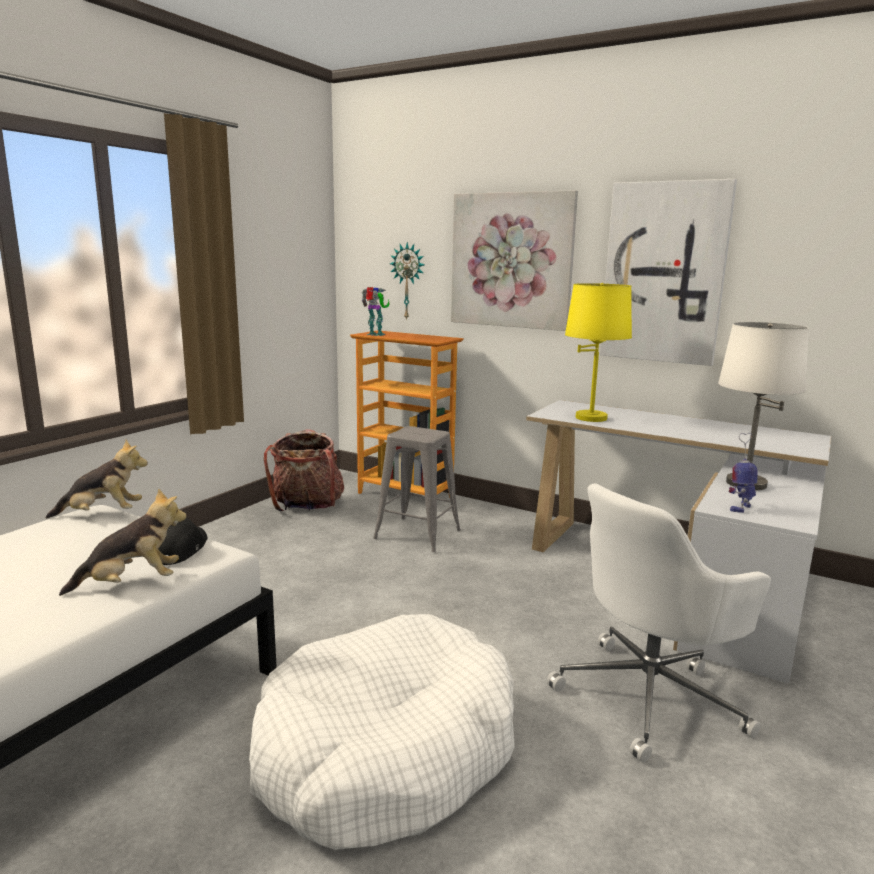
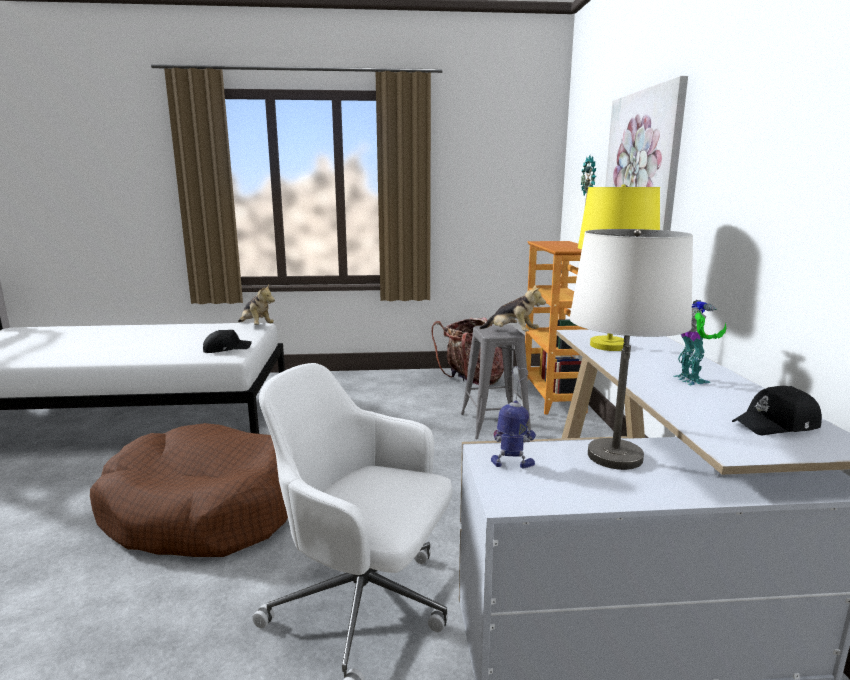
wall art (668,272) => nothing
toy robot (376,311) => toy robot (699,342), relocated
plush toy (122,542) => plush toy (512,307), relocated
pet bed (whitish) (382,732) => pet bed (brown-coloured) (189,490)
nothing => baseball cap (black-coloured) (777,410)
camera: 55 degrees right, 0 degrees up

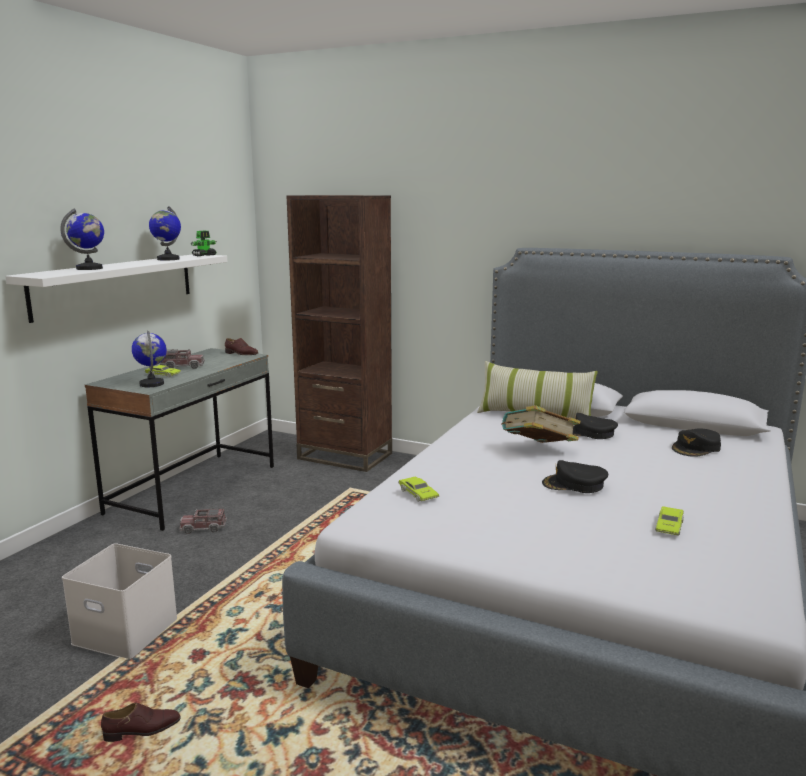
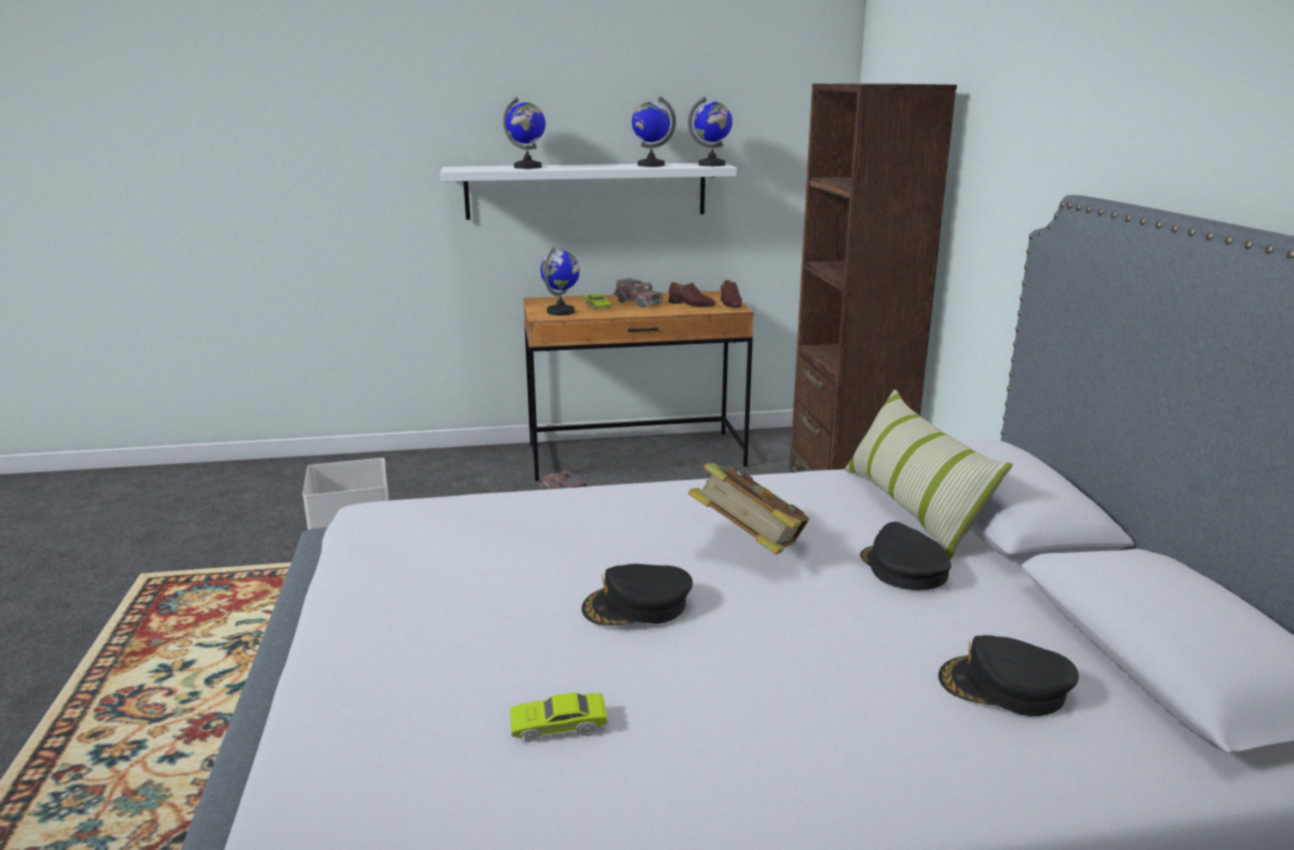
toy robot (203,243) => desk globe (710,131)
desk table (greyish) (179,439) => desk table (brown-coloured) (638,386)
baseball cap (black-coloured) (575,476) => baseball cap (black-coloured) (637,595), 75 degrees counterclockwise
model car (green) (418,489) => nothing
shoe (brown-coloured) (141,722) => shoe (brown-coloured) (692,294), relocated
camera: 55 degrees right, 5 degrees up

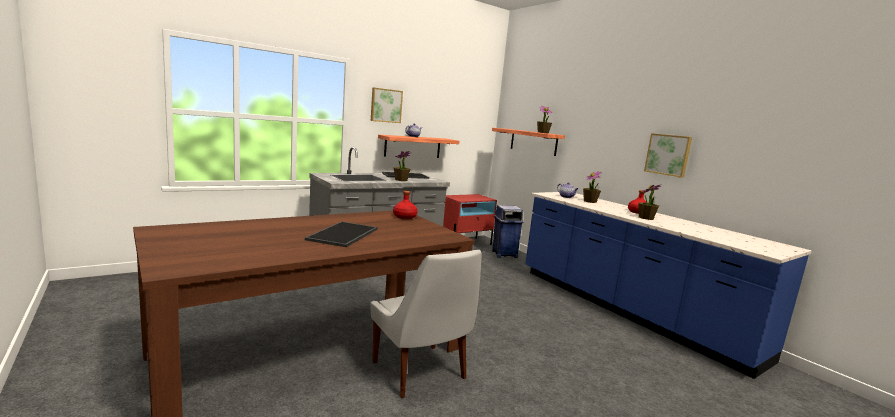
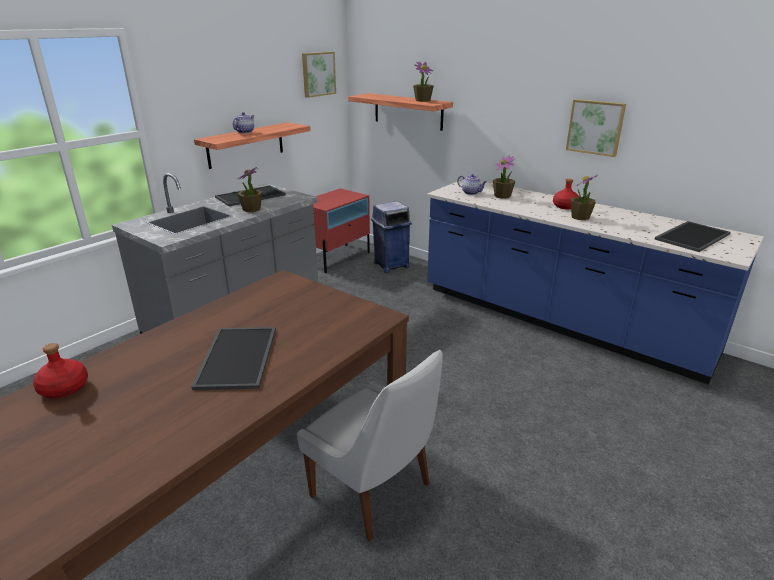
wall art (387,105) => wall art (319,75), relocated
beverage bottle (red) (405,205) => beverage bottle (red) (60,371), relocated
nothing => serving tray (693,236)
camera: 15 degrees left, 15 degrees up

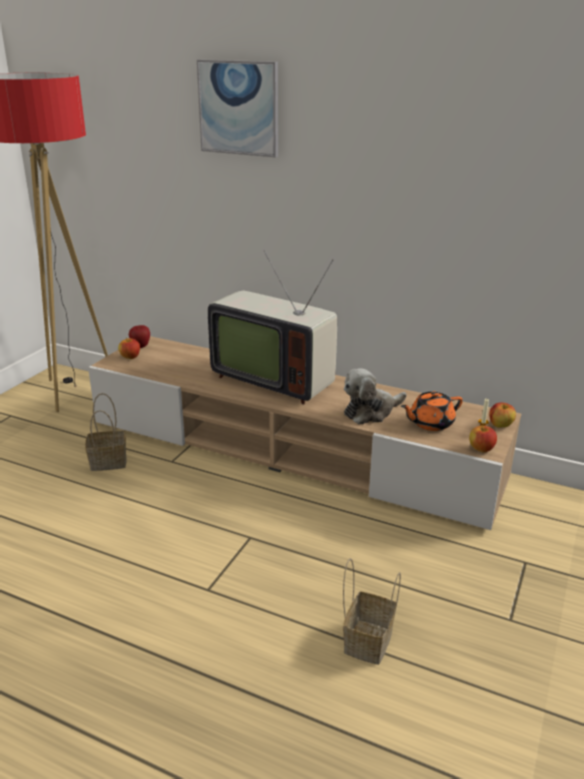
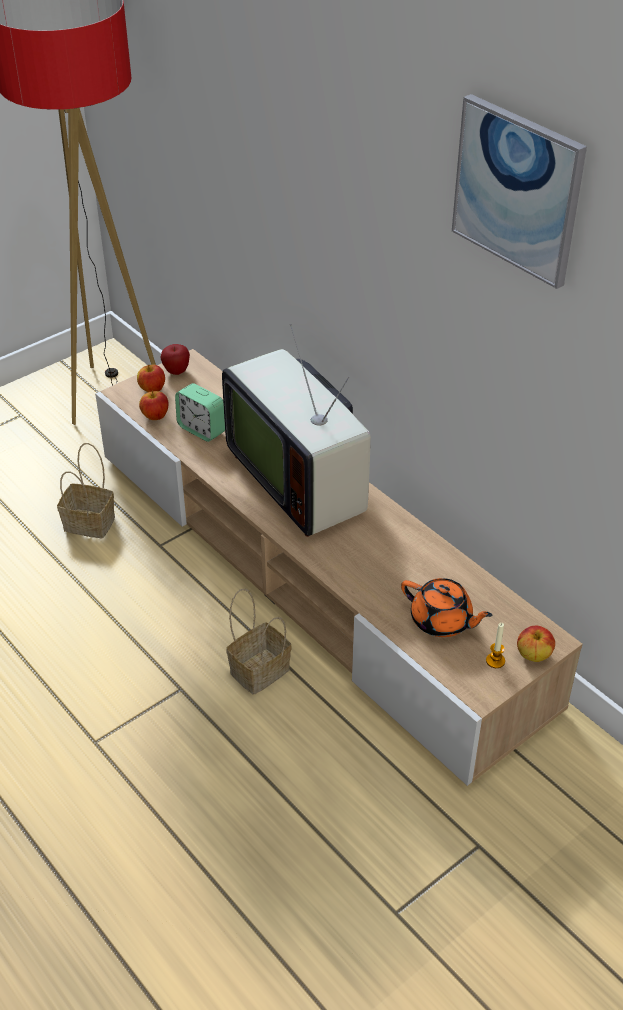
wall art (237,108) => wall art (519,191), relocated
plush toy (375,396) => nothing
pot for tea (orange-coloured) (432,411) => pot for tea (orange-coloured) (447,607), 150 degrees counterclockwise
apple fruit (483,439) => apple fruit (153,405), relocated
storage basket (372,611) => storage basket (258,641), relocated
nothing => alarm clock (200,412)
camera: 25 degrees right, 15 degrees up

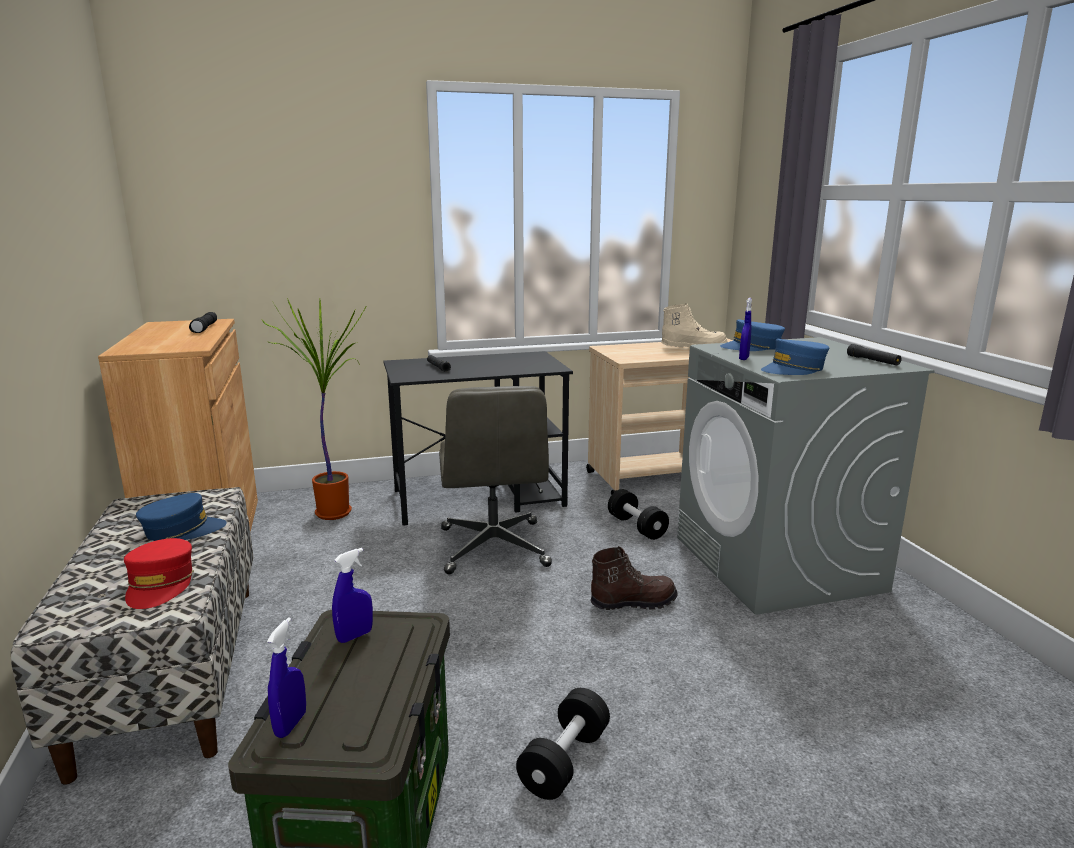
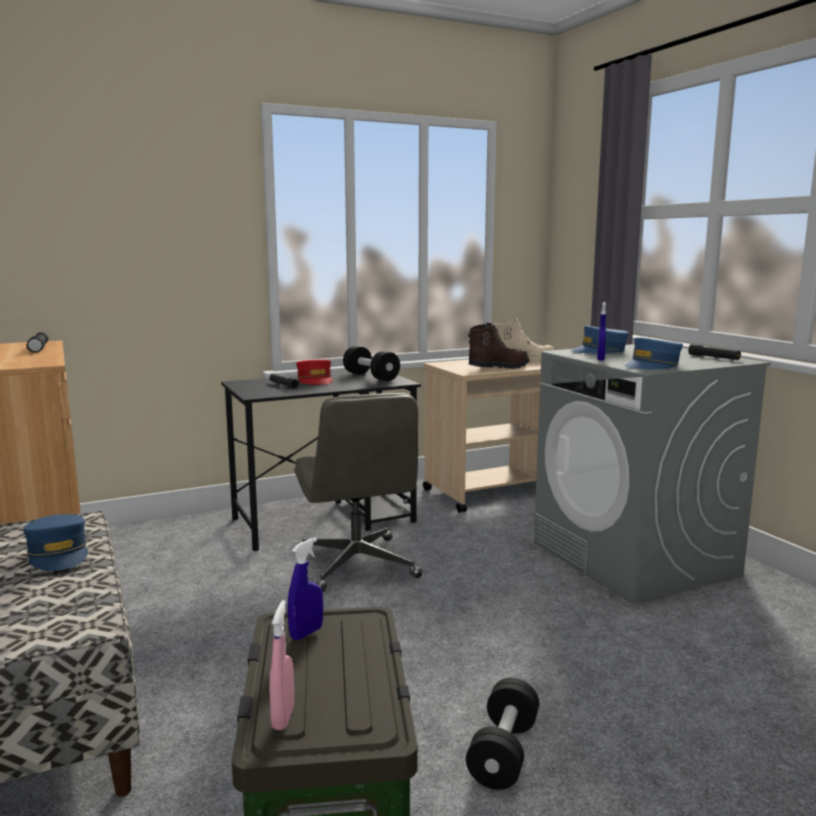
plant in a pot (314,409) => nothing
dumbbell (black-coloured) (638,514) => dumbbell (black-coloured) (371,363), relocated
baseball cap (blue) (181,517) => baseball cap (blue) (55,542), 90 degrees clockwise
baseball cap (red) (159,573) => baseball cap (red) (314,372), relocated
boot (brown-coloured) (634,578) => boot (brown-coloured) (499,346), relocated
spray bottle (blue) (286,677) => spray bottle (pink-coloured) (281,665)
camera: 10 degrees left, 5 degrees down

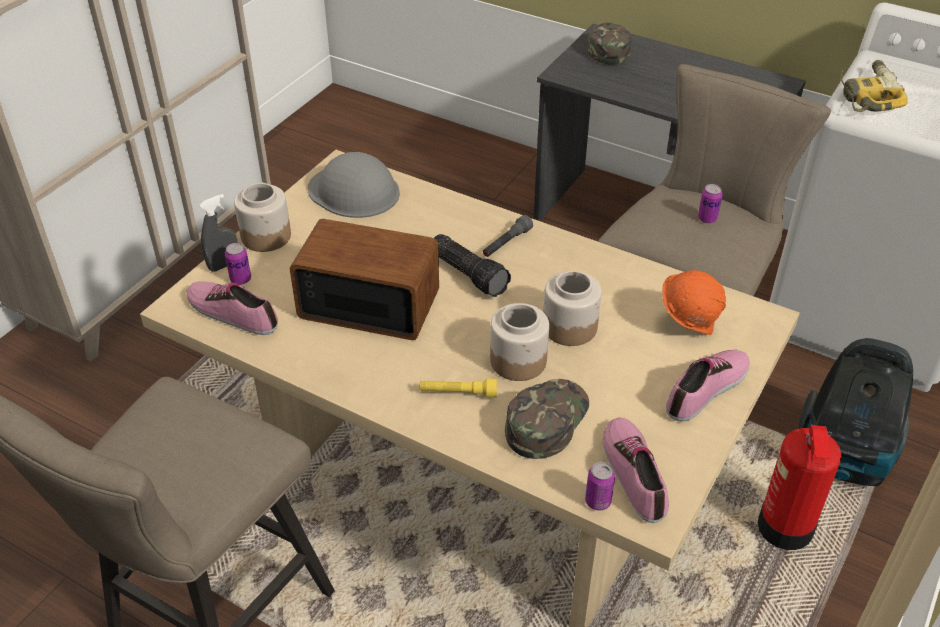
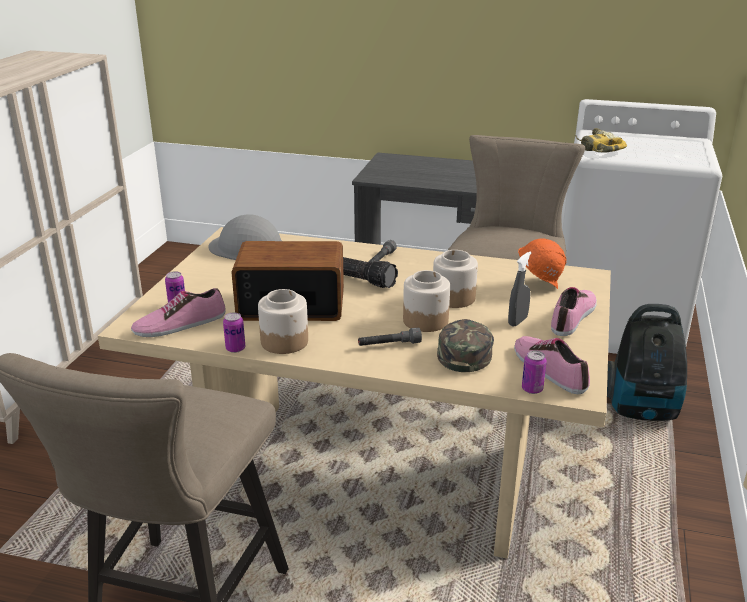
baseball cap (green) (610,43) => nothing
preserve jar (262,217) => preserve jar (283,321), relocated
can (710,203) => can (234,332), relocated
spray bottle (greyish) (218,233) => spray bottle (greyish) (519,289), relocated
shoe (232,308) => shoe (178,312), 45 degrees counterclockwise
hand torch (yellowish) (458,388) => hand torch (greyish) (390,337)
extinguisher (799,481) => nothing
camera: 15 degrees left, 15 degrees down

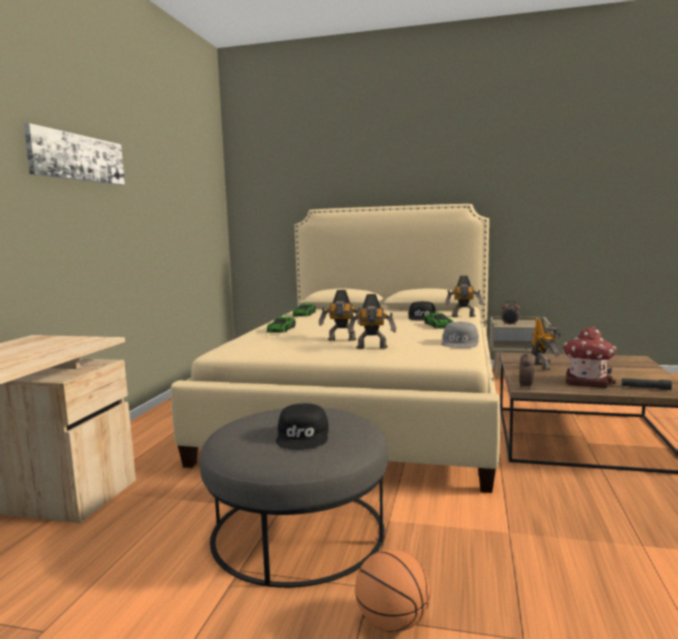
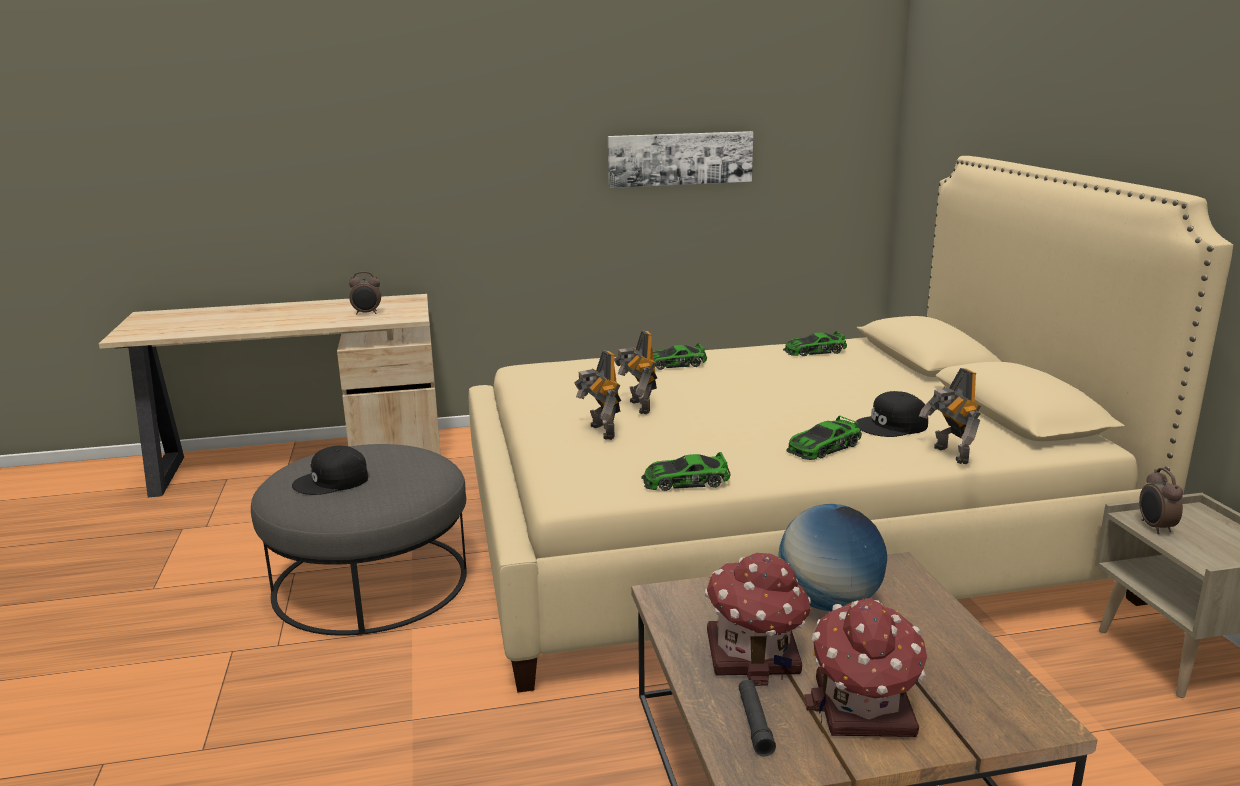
wall art (74,154) => wall art (680,159), relocated
toy robot (546,344) => desk globe (833,557)
baseball cap (greyish) (460,335) => model car (685,471)
alarm clock (526,370) => alarm clock (365,293), relocated
ball for basketball (392,590) => nothing
nothing => toy house (865,667)
camera: 65 degrees right, 10 degrees up

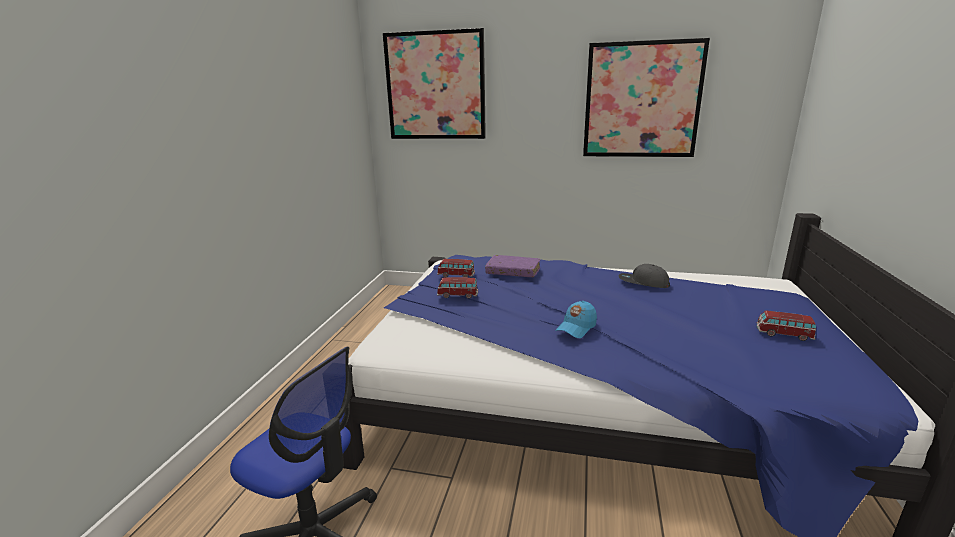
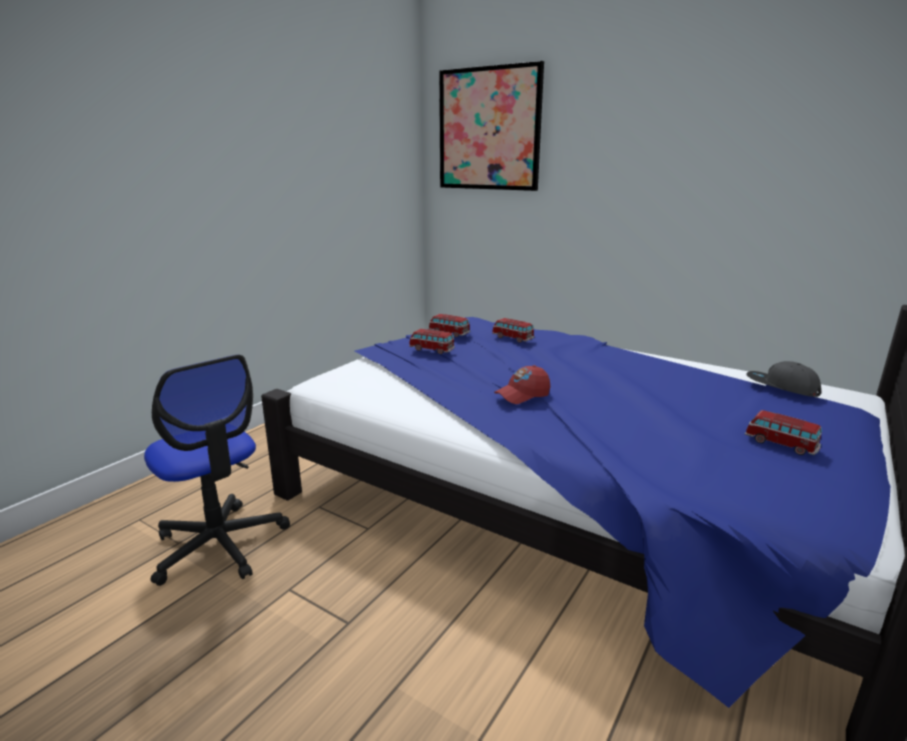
wall art (646,97) => nothing
bound book (purple-coloured) (512,266) => model car (513,330)
baseball cap (greyish) (644,276) => baseball cap (greyish) (783,379), relocated
baseball cap (blue) (576,319) => baseball cap (red) (522,384)
camera: 20 degrees right, 0 degrees up

